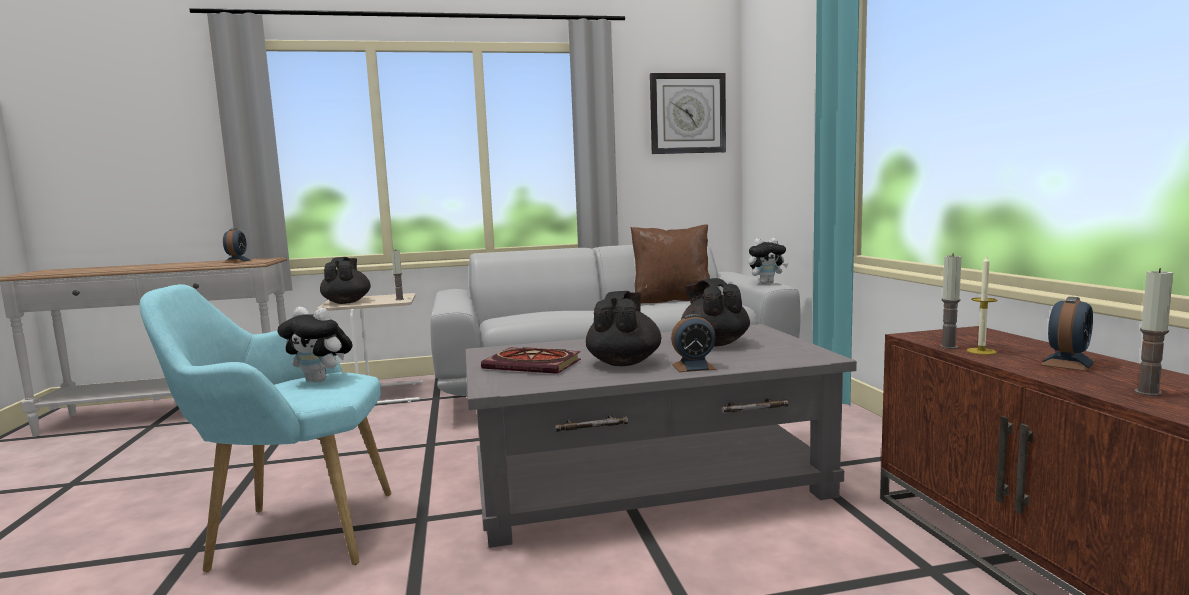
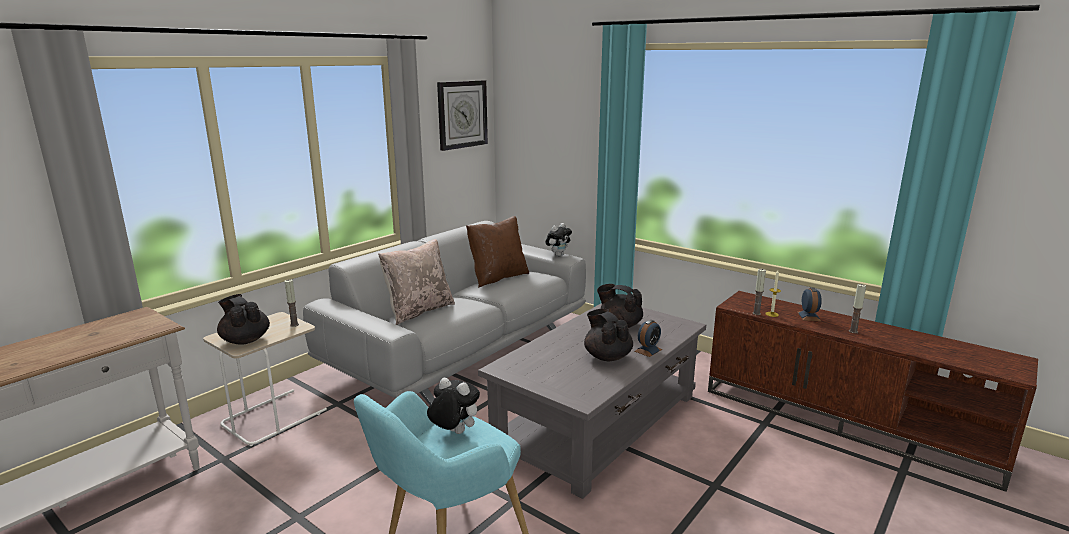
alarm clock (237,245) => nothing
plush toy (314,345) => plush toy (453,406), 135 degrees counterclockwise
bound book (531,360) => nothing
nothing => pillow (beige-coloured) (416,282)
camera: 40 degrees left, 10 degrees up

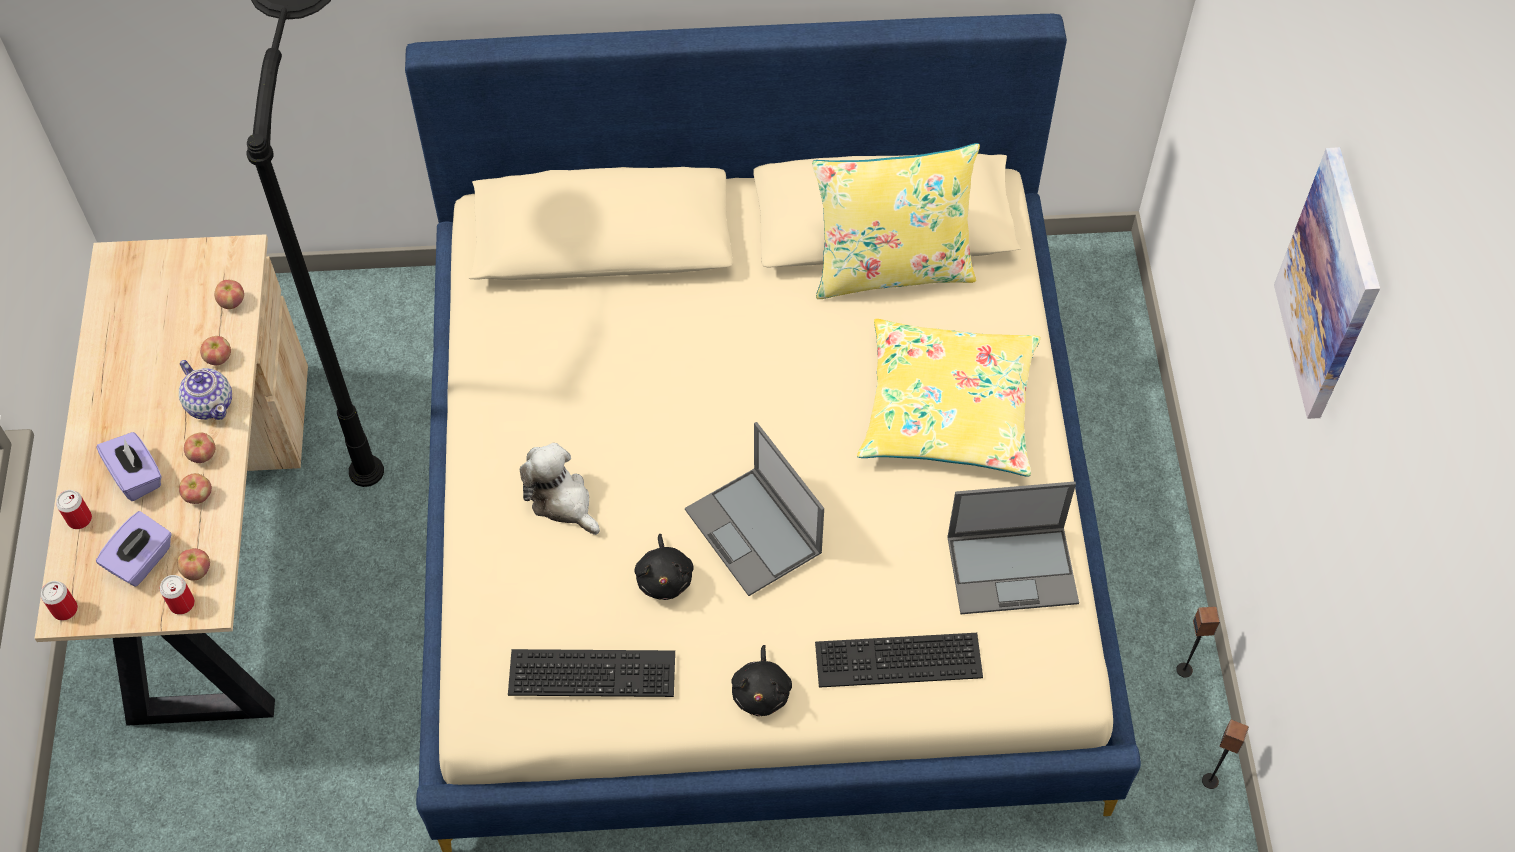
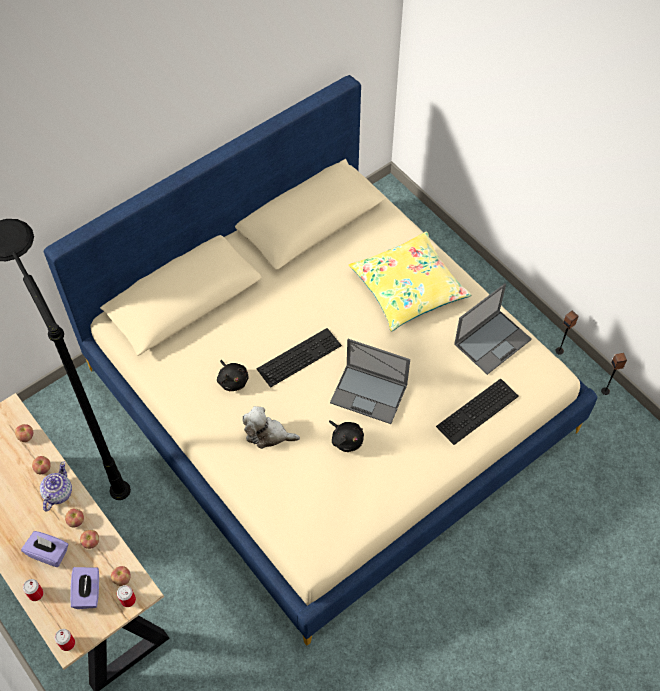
pillow (yellowish) (896,221) => nothing
wall art (1327,283) => nothing
pot for tea (205,390) => pot for tea (56,486), 90 degrees counterclockwise
plush toy (black-coloured) (761,680) => plush toy (black-coloured) (233,375), relocated
keyboard (591,673) => keyboard (299,358), relocated
camera: 35 degrees left, 0 degrees up

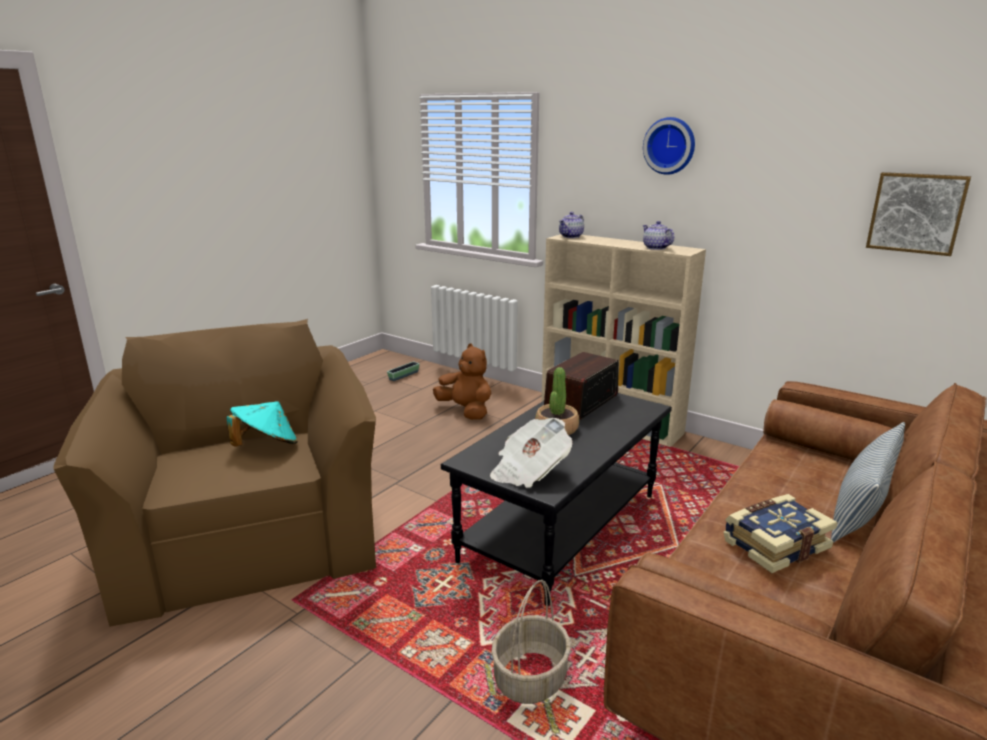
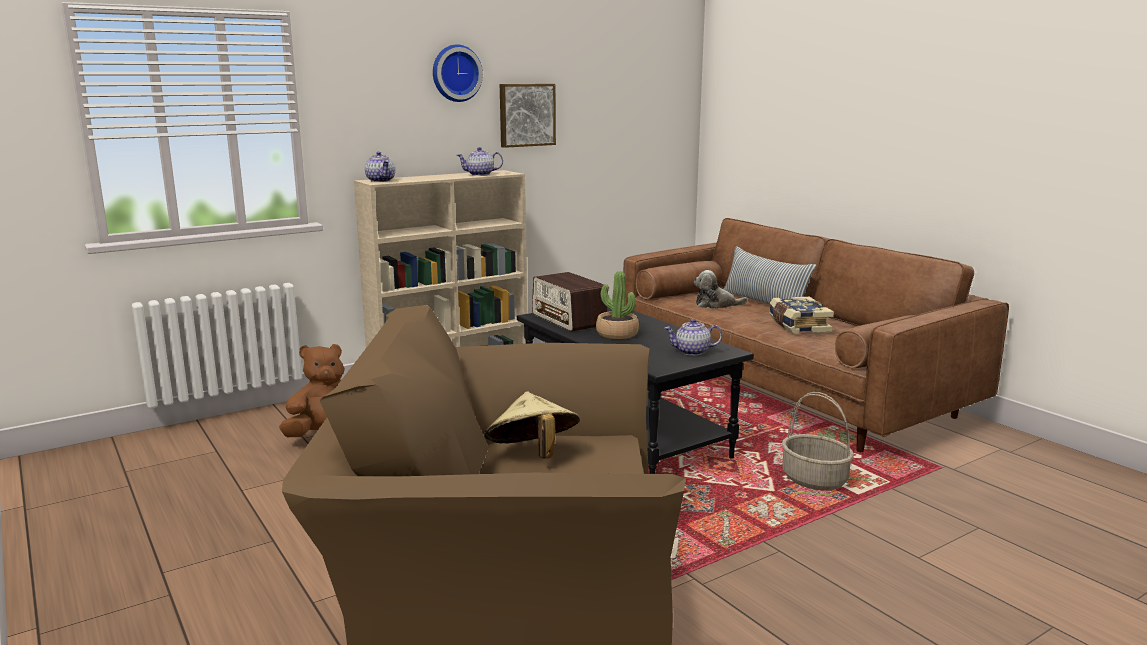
wall art (918,214) => wall art (528,116), relocated
flower pot (403,371) => nothing
clothing hat (blue-green) (262,424) => clothing hat (beige-coloured) (532,425)
daily paper (531,453) => pot for tea (694,337)
nothing => plush toy (721,289)
camera: 70 degrees left, 5 degrees down

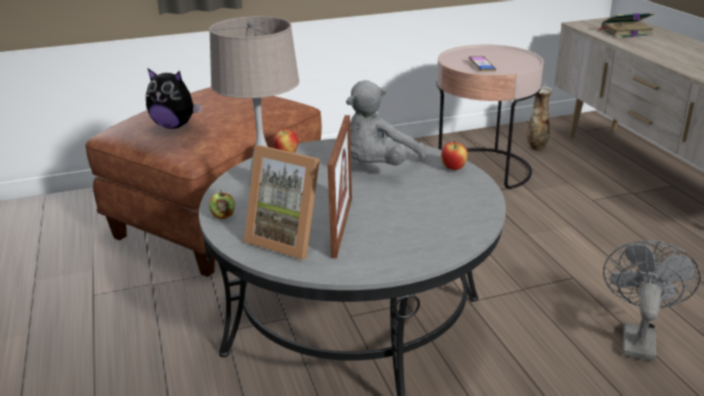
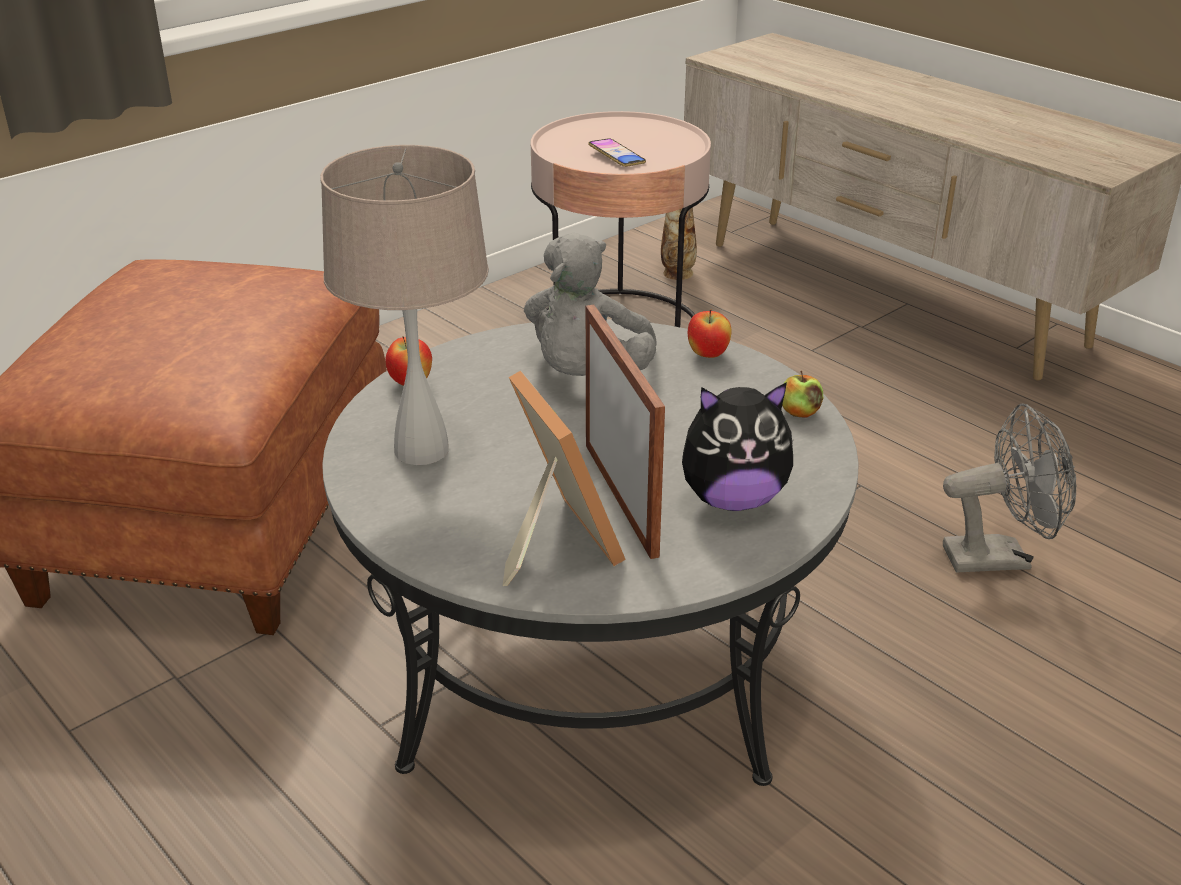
bound book (627,25) => nothing
plush toy (174,99) => plush toy (738,446), relocated
picture frame (282,202) => picture frame (564,478), 120 degrees counterclockwise
apple fruit (222,204) => apple fruit (802,394), relocated
electric fan (greyish) (652,301) => electric fan (greyish) (1009,488), 90 degrees clockwise
camera: 25 degrees left, 5 degrees up

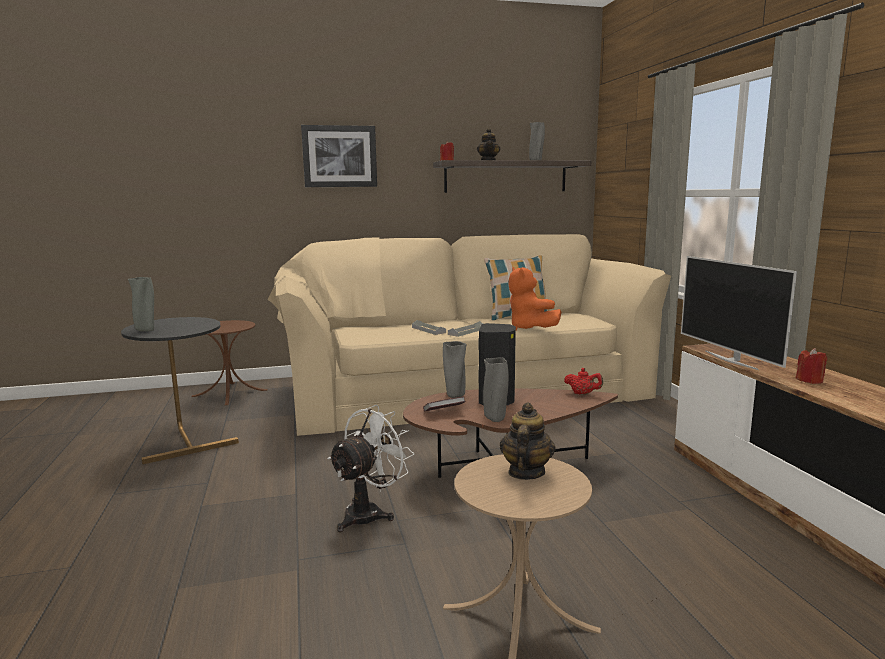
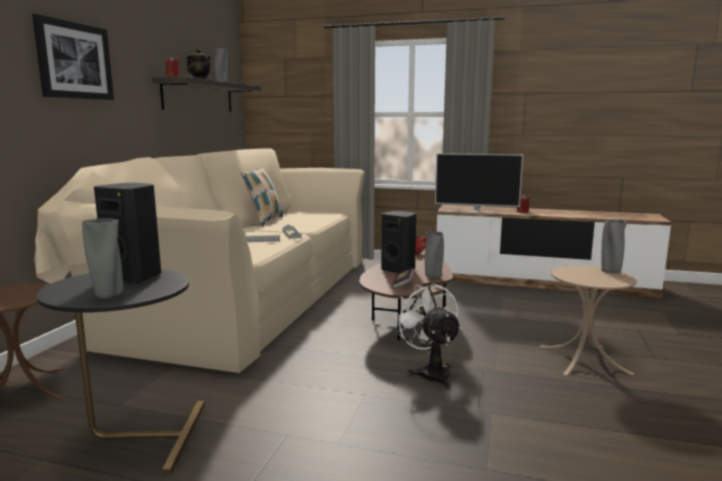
plush toy (orange-coloured) (534,298) => nothing
vase (greyish) (454,369) => vase (greyish) (614,246), relocated
pot for tea (528,441) => nothing
nothing => audio speaker (black-coloured) (127,233)
camera: 60 degrees left, 0 degrees up

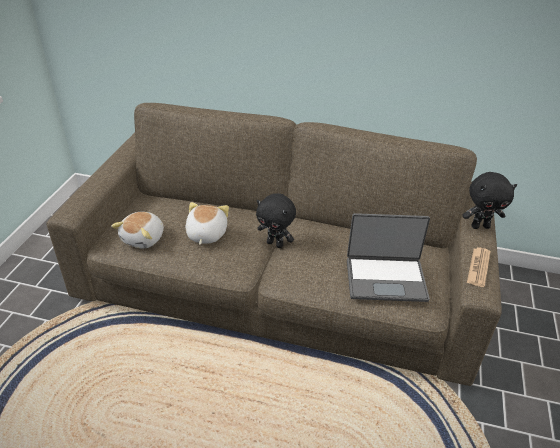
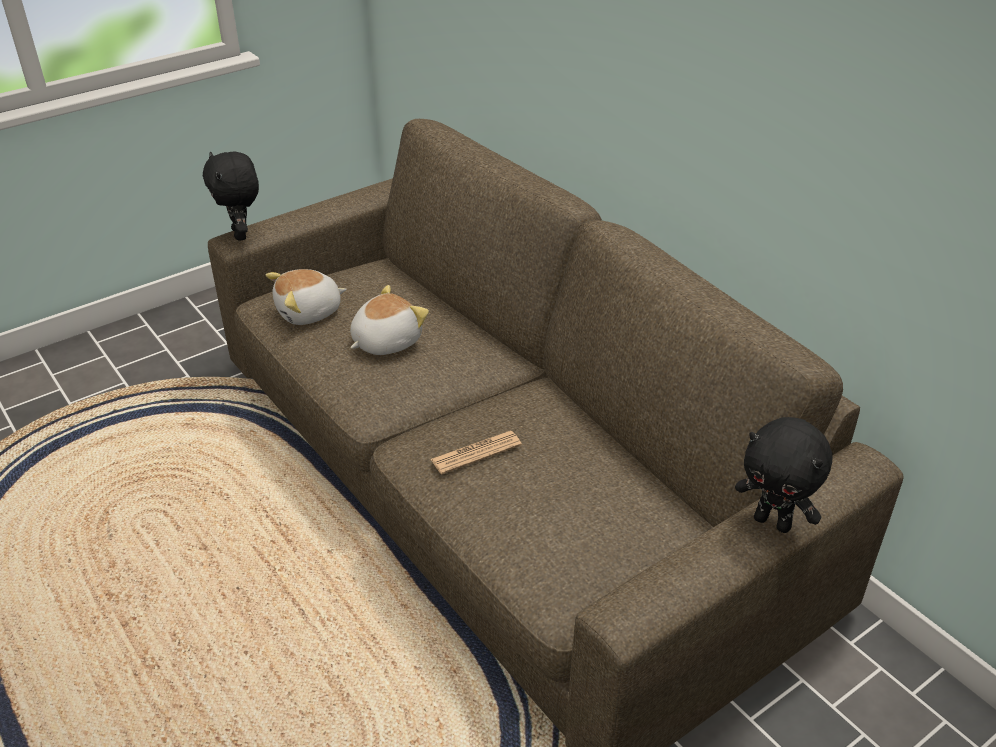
plush toy (black-coloured) (276,220) => plush toy (black-coloured) (231,196), relocated
notebook computer (388,257) => nothing
daily paper (479,267) => daily paper (476,452), relocated
camera: 40 degrees right, 0 degrees up

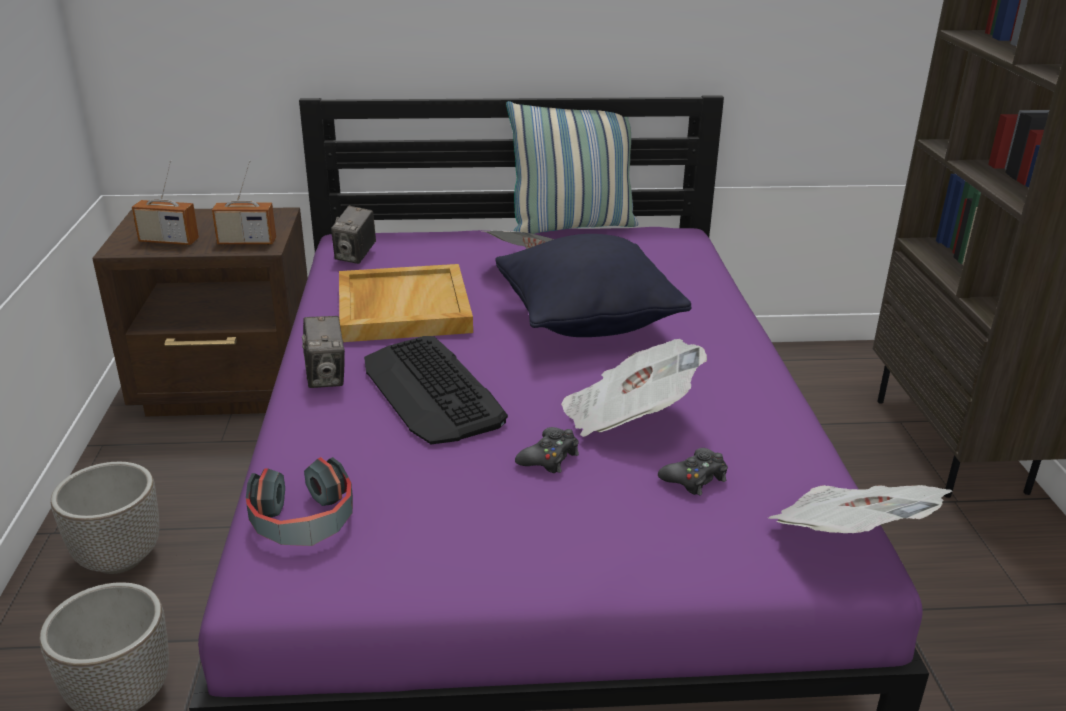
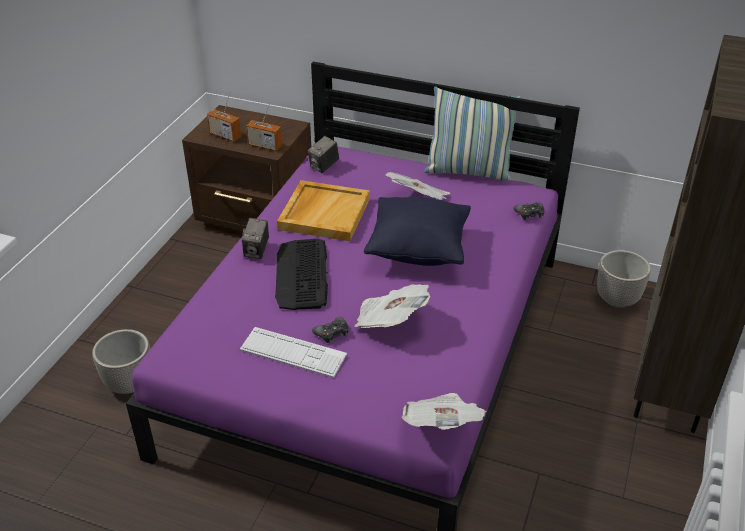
gamepad (black-coloured) (693,471) => gamepad (black-coloured) (528,211), relocated
pair of headphones (299,501) => nothing
flower pot (105,518) => flower pot (624,279), relocated
nothing => keyboard (293,352)
camera: 25 degrees right, 10 degrees up

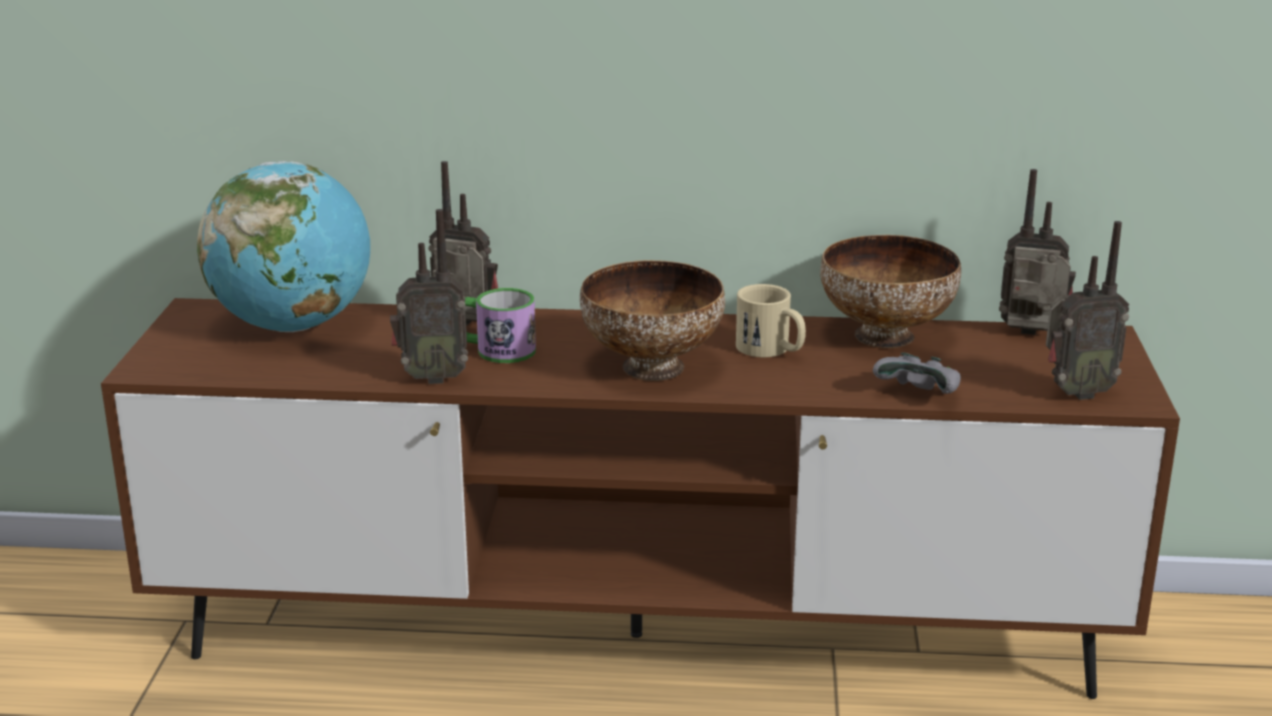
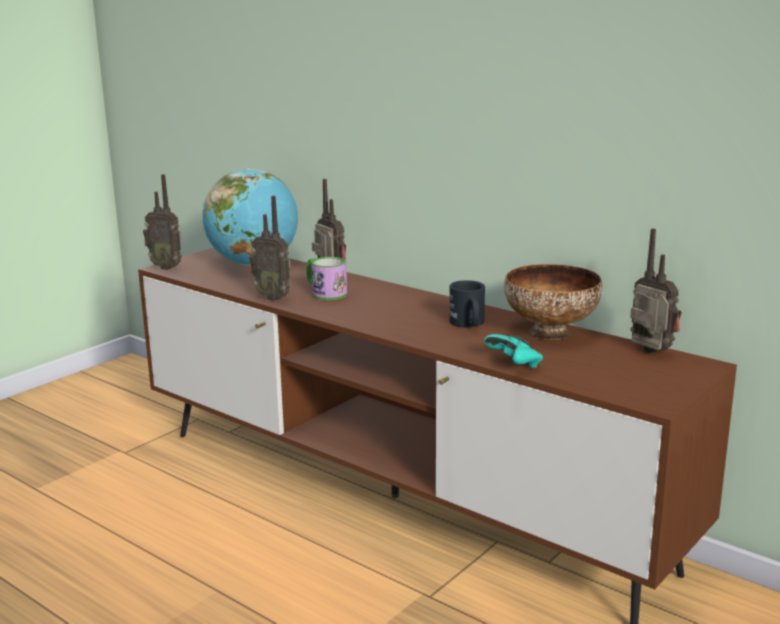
radio receiver (1087,310) => radio receiver (162,222), relocated
bowl (652,320) => nothing
coffee mug (beige-coloured) (771,320) => coffee mug (black-coloured) (467,304)
gamepad (greyish) (917,373) => gamepad (blue-green) (513,351)
camera: 35 degrees right, 5 degrees down

